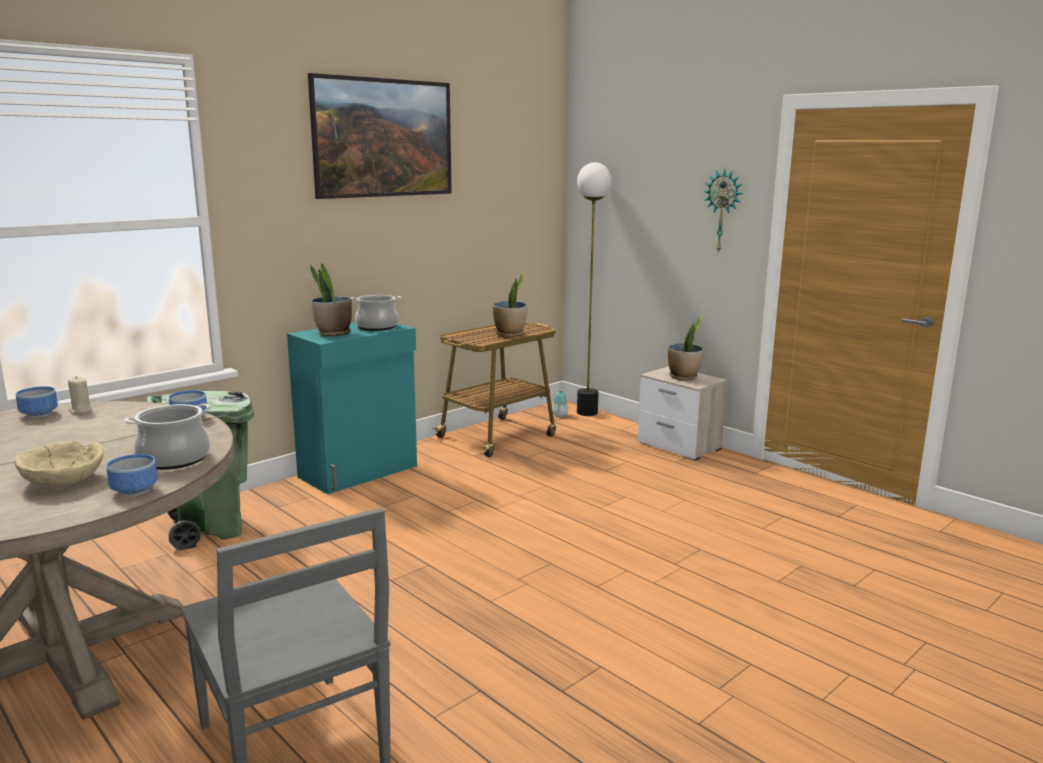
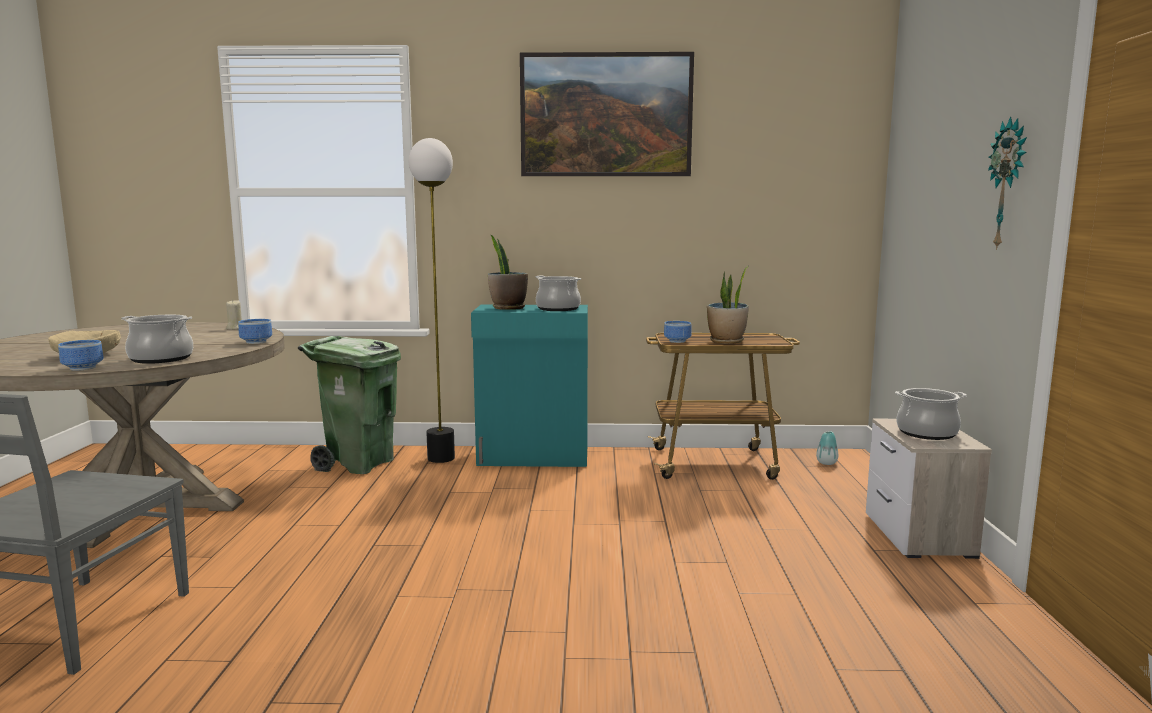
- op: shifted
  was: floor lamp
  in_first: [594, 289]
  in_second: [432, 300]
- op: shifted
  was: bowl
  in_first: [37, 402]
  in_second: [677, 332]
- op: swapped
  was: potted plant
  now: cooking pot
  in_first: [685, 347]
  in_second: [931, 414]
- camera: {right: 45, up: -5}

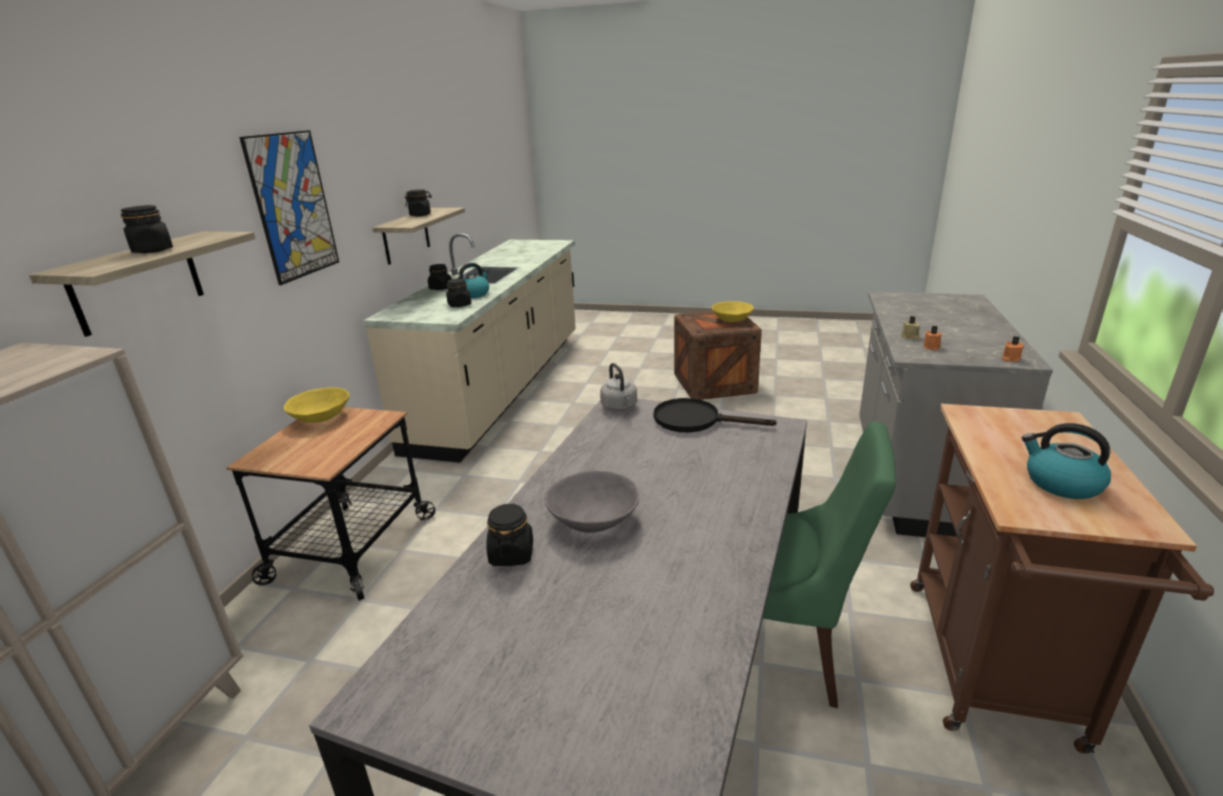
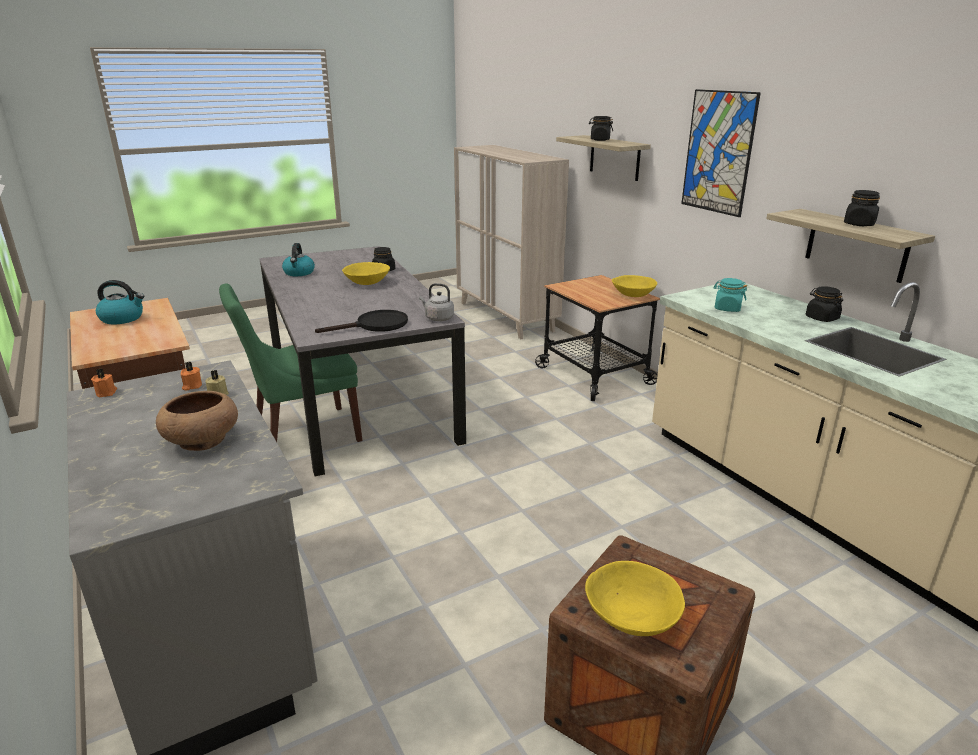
- op: new
  now: bowl/brown
  in_second: [197, 421]
- op: shifted
  was: kettle
  in_first: [473, 280]
  in_second: [298, 259]
- op: repainted
  was: bowl/grey
  now: bowl/yellow
  in_first: [592, 502]
  in_second: [366, 273]
- op: repainted
  was: jar/black
  now: jar/turquoise
  in_first: [458, 292]
  in_second: [730, 295]
- camera: {right: 135, up: 0}

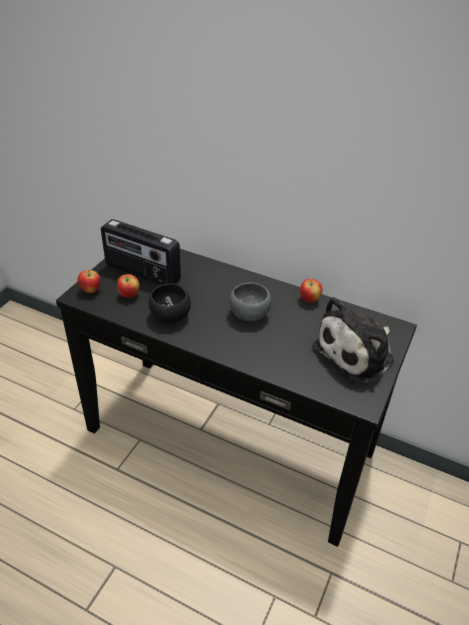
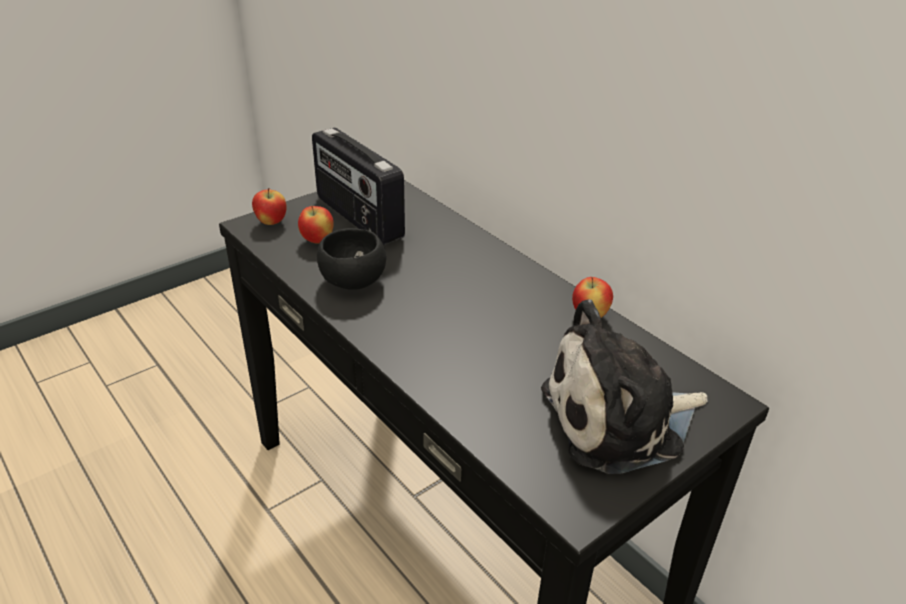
- op: gone
  was: bowl/grey
  in_first: [250, 301]
- camera: {right: 25, up: -5}

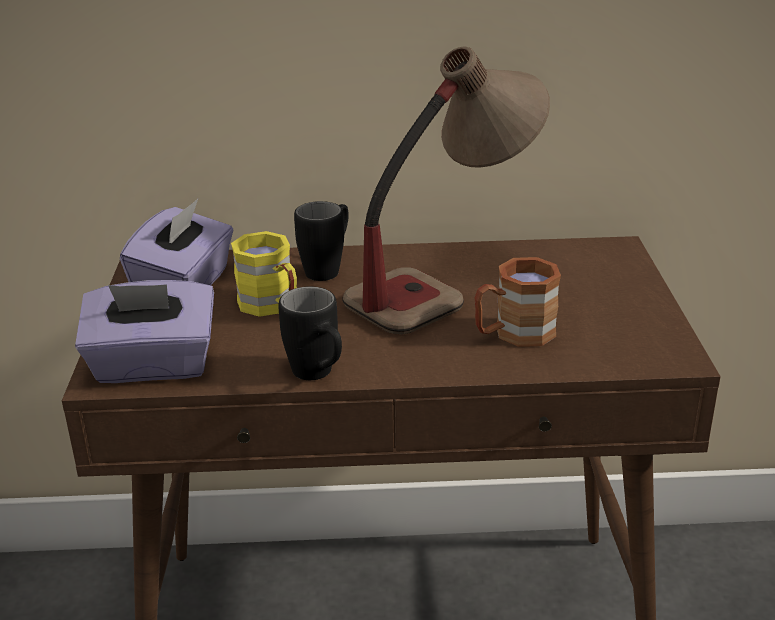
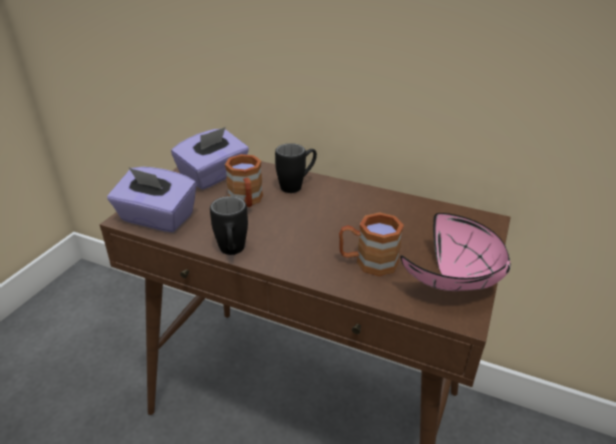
- op: repainted
  was: mug/yellow
  now: mug/brown
  in_first: [264, 274]
  in_second: [244, 180]
- op: new
  now: bowl/pink
  in_second: [455, 252]
- op: gone
  was: table lamp
  in_first: [446, 191]
- camera: {right: 25, up: 5}

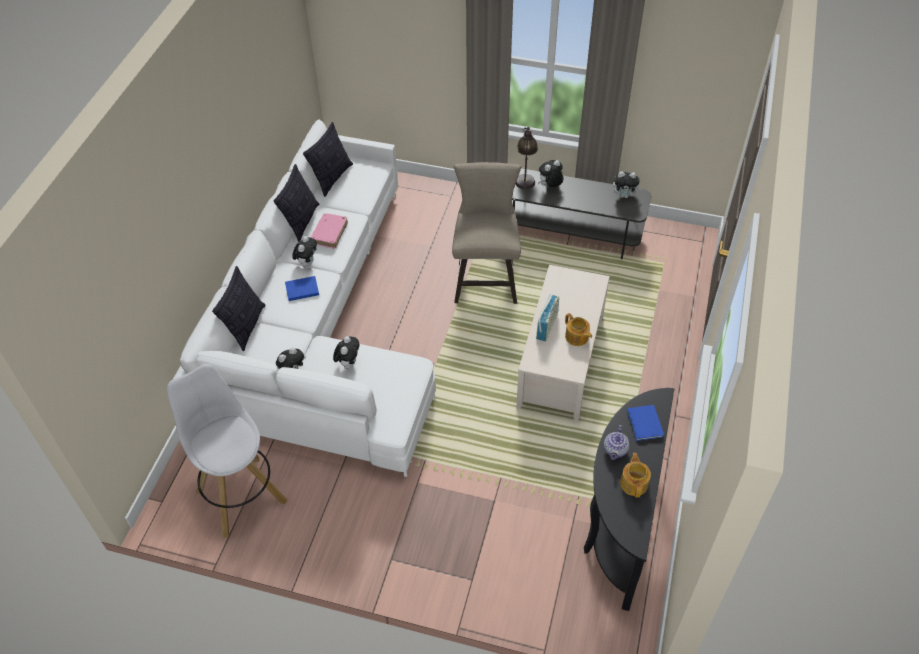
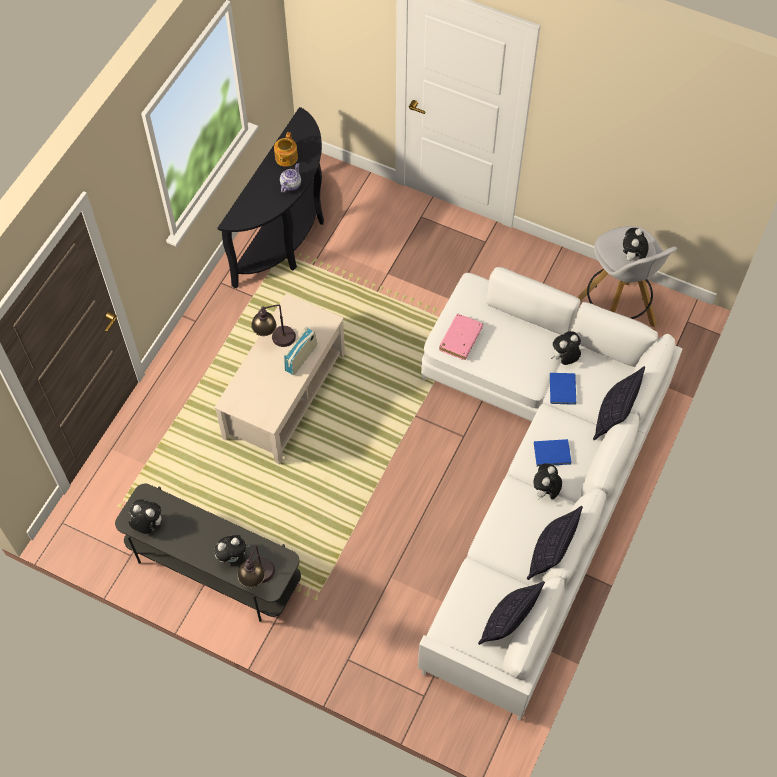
- op: swapped
  was: teapot
  now: table lamp
  in_first: [578, 329]
  in_second: [273, 325]
- op: shifted
  was: book/pink
  in_first: [329, 231]
  in_second: [461, 337]
- op: shifted
  was: book/blue
  in_first: [645, 423]
  in_second: [563, 389]
- op: shifted
  was: plush toy
  in_first: [346, 353]
  in_second: [636, 244]
- op: gone
  was: stool/beige
  in_first: [486, 233]
- camera: {right: -170, up: 10}

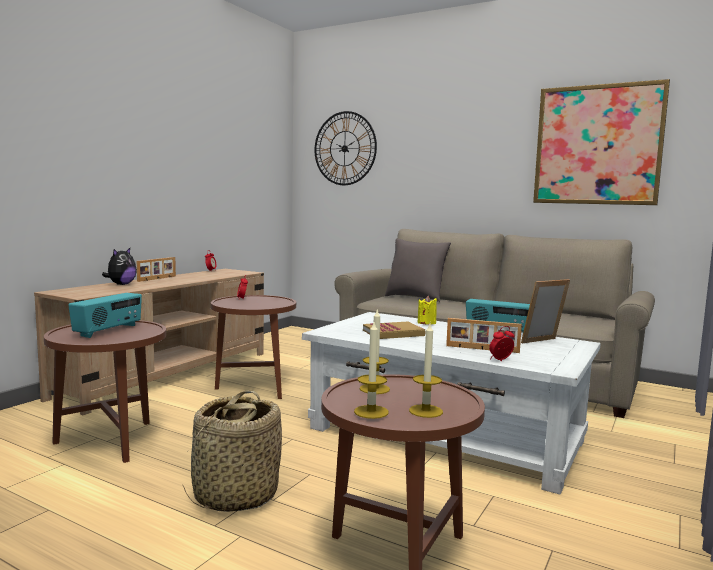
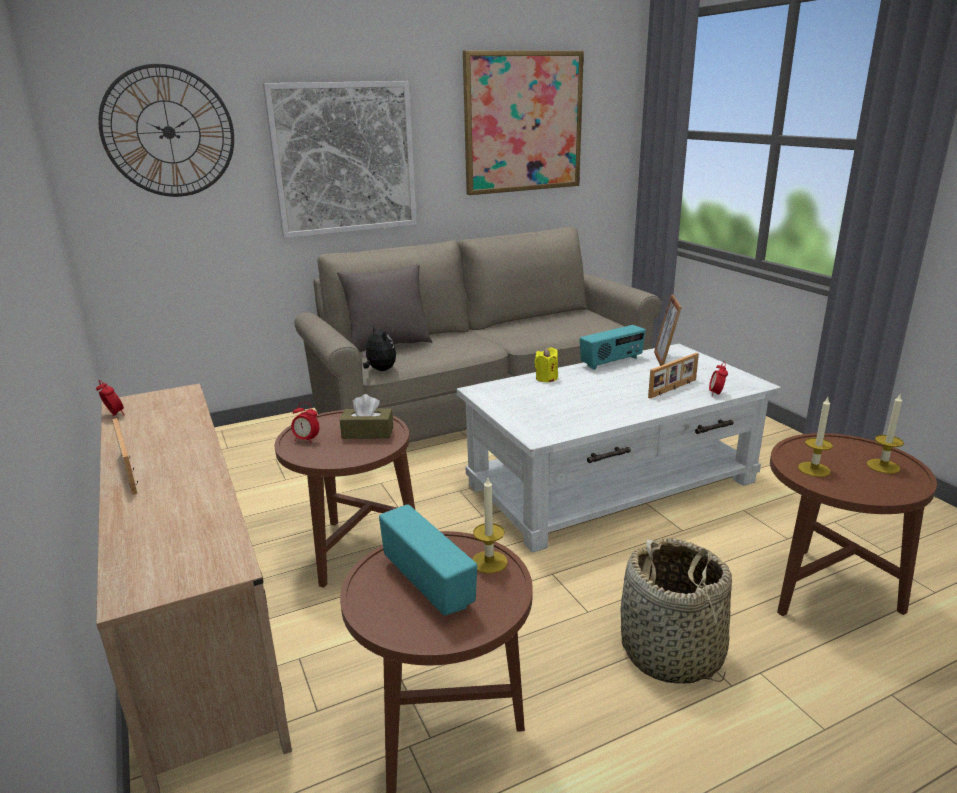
- op: new
  now: picture
  in_second: [340, 159]
- op: new
  now: tissue box/brown
  in_second: [366, 416]
- op: shifted
  was: plush toy
  in_first: [119, 266]
  in_second: [379, 348]
- op: shifted
  was: candle
  in_first: [371, 370]
  in_second: [490, 526]
- op: gone
  was: book
  in_first: [394, 330]
- camera: {right: -55, up: 15}

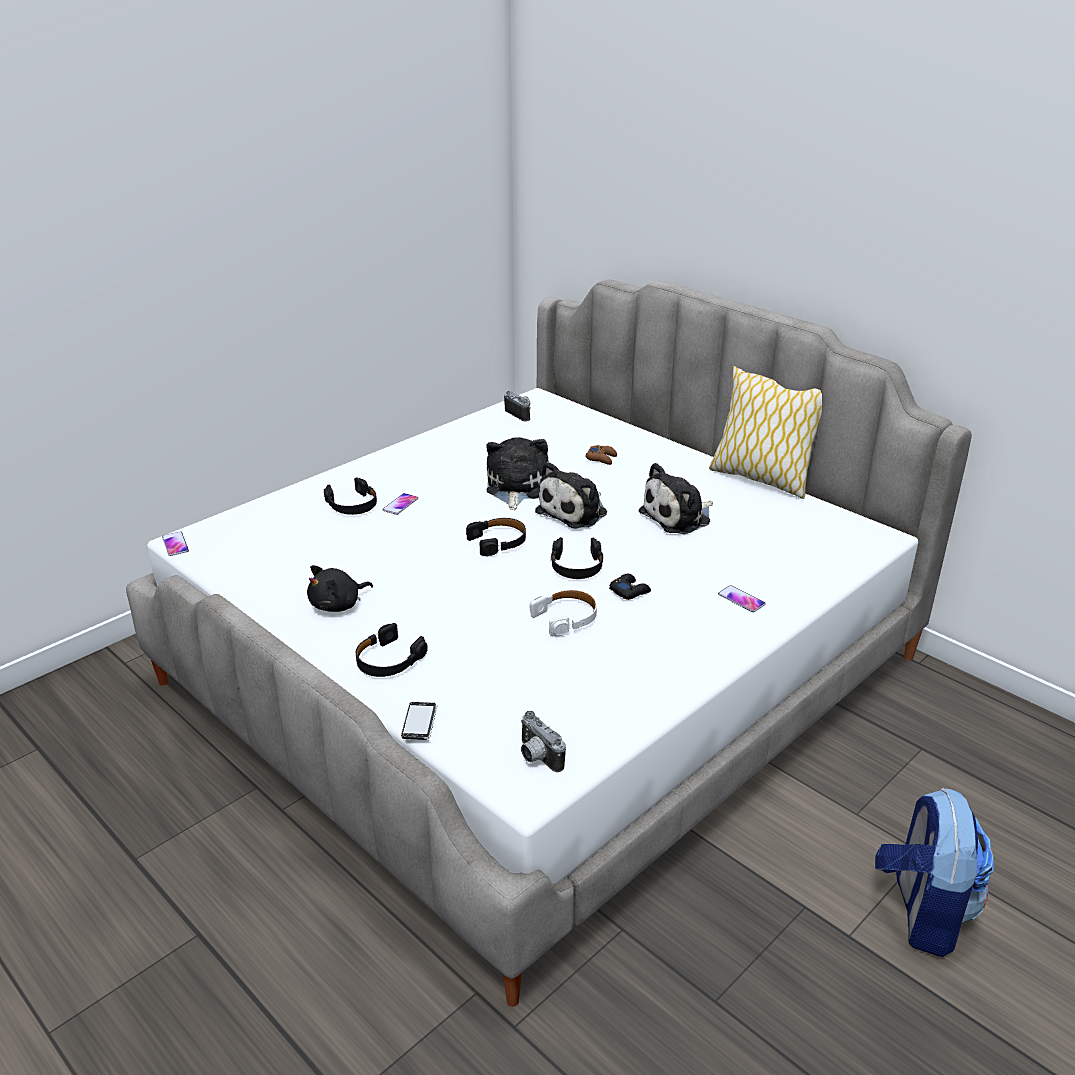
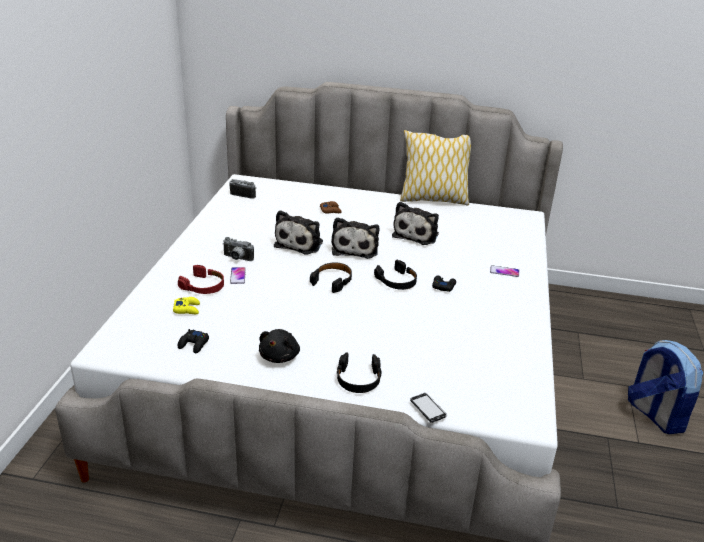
- op: new
  now: game controller/yellow
  in_second: [186, 305]
- op: repainted
  was: headphones/black
  now: headphones/red
  in_first: [350, 496]
  in_second: [201, 279]
- op: new
  now: game controller/black
  in_second: [193, 341]
- op: shifted
  was: photo camera
  in_first: [543, 741]
  in_second: [238, 249]
- op: rotated
  was: plush toy
  in_first: [517, 473]
  in_second: [298, 232]
  clockwise: -135
- op: gone
  was: phone
  in_first: [175, 544]
- op: gone
  was: headphones/white
  in_first: [563, 613]
- camera: {right: -35, up: 0}

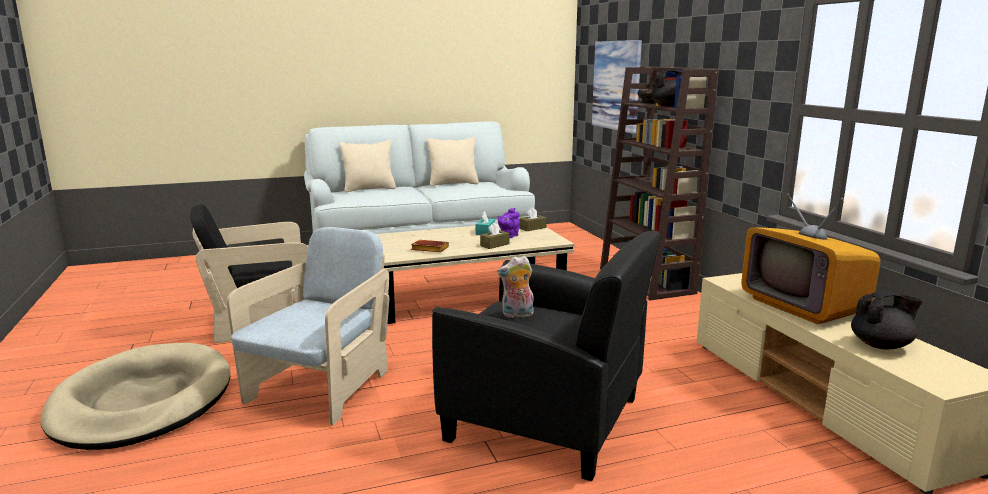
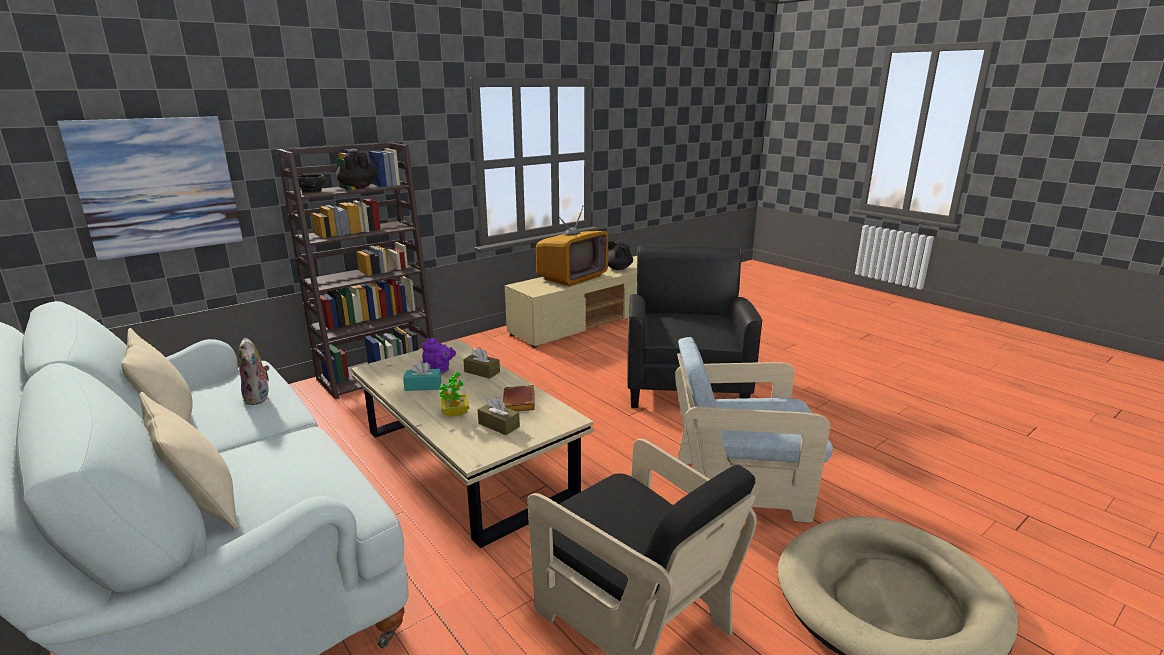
- op: shifted
  was: plush toy
  in_first: [515, 287]
  in_second: [254, 371]
- op: new
  now: potted plant
  in_second: [454, 394]
- op: shifted
  was: tissue box/brown
  in_first: [533, 219]
  in_second: [499, 416]
- camera: {right: -110, up: 5}

